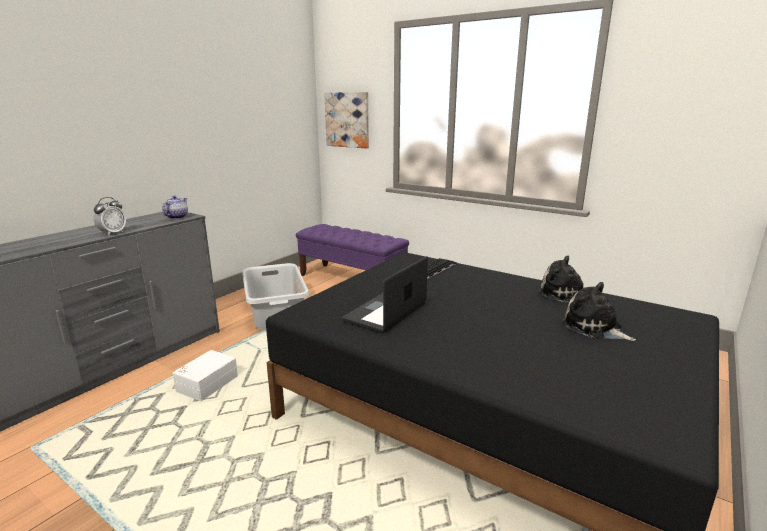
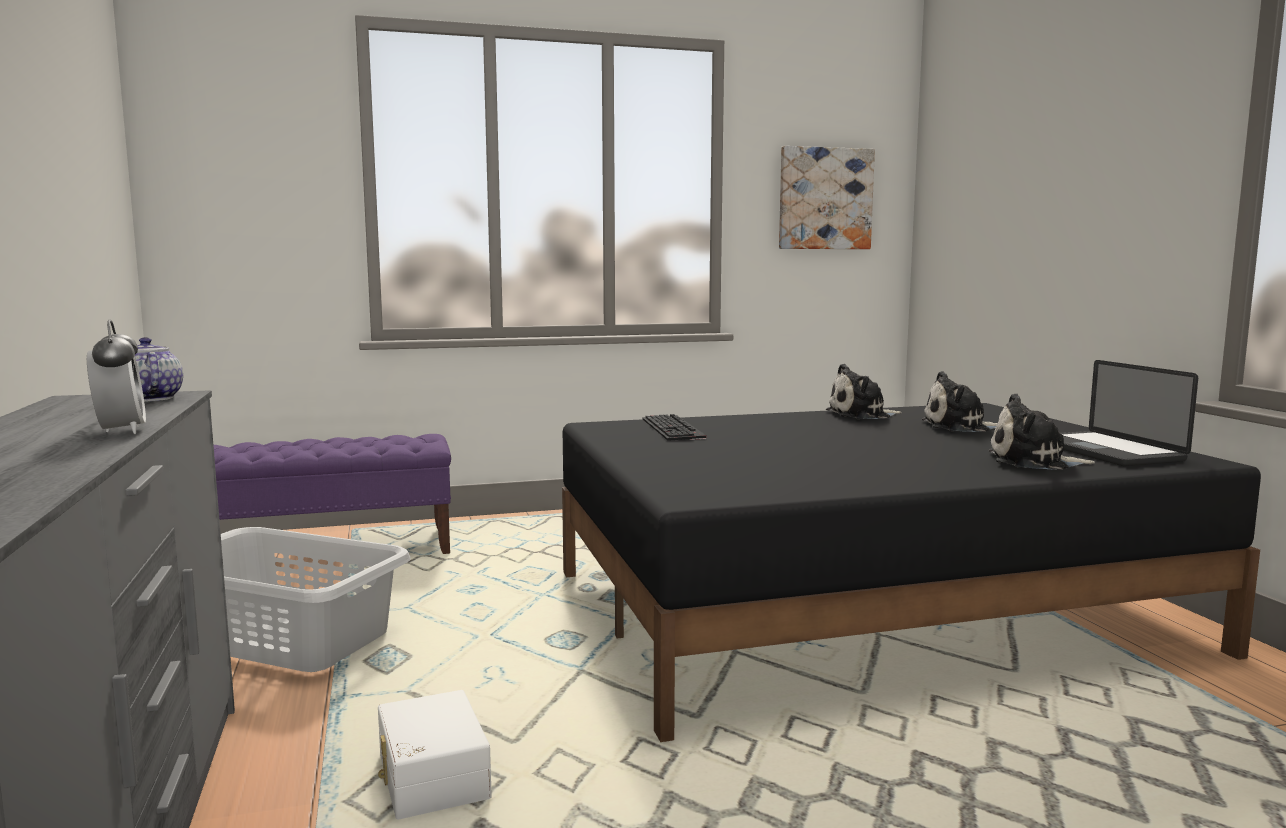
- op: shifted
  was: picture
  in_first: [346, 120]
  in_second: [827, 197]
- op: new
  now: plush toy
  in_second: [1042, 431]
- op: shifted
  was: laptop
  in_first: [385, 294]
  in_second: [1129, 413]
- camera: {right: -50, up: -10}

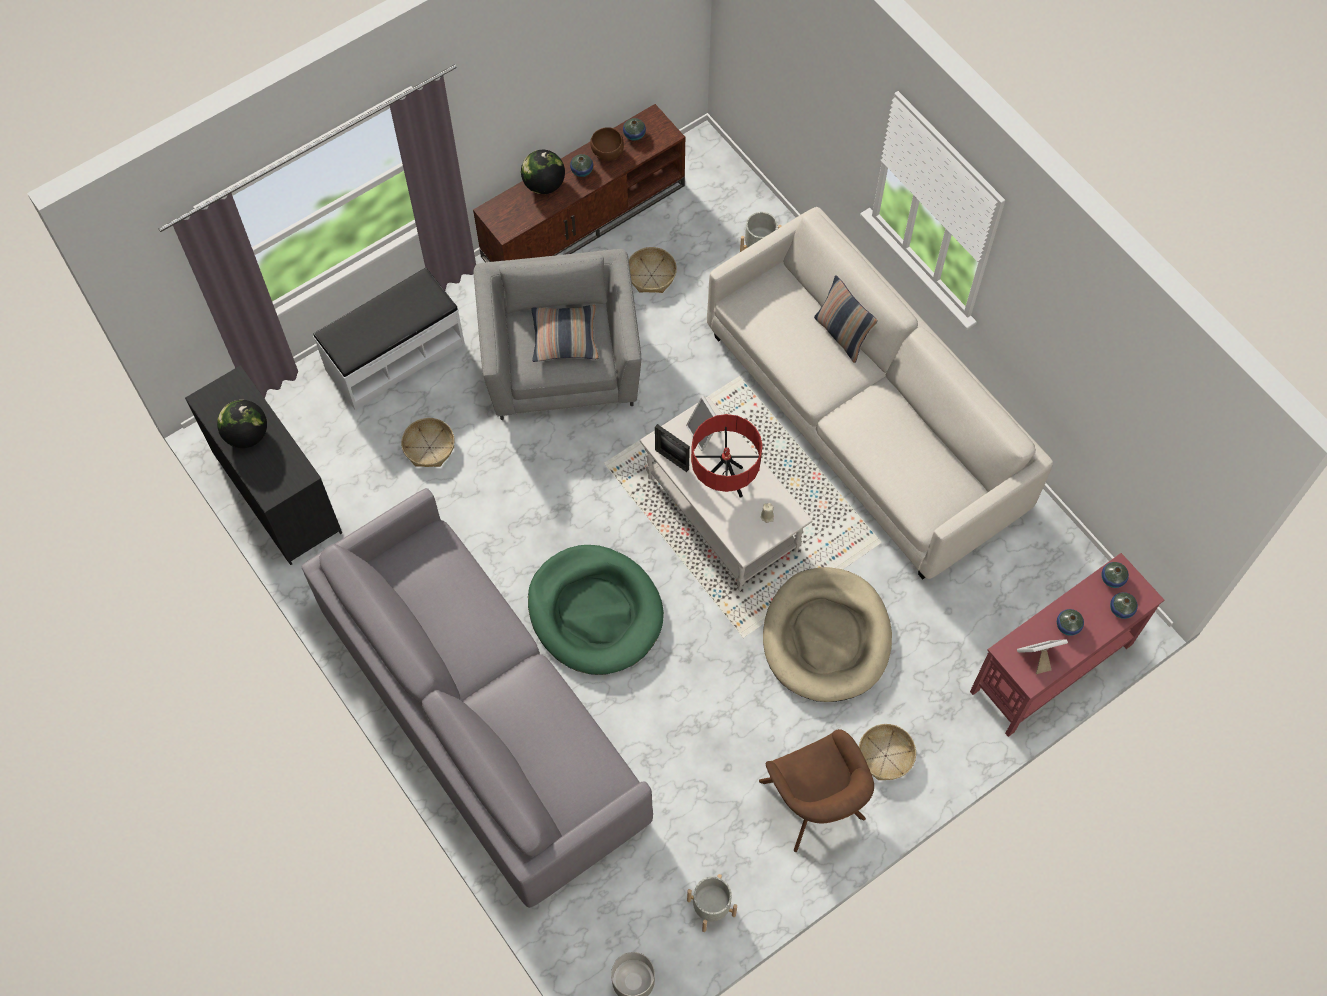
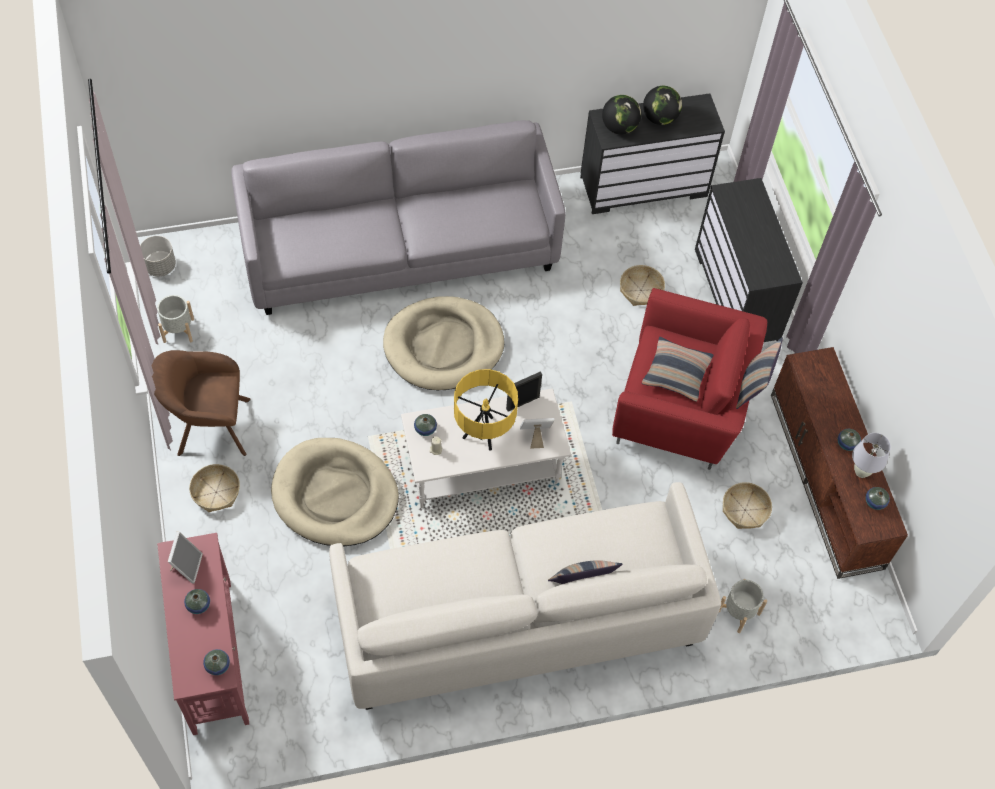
- op: repainted
  was: dog bed/green
  now: dog bed/beige
  in_first: [596, 610]
  in_second: [444, 343]
- op: shifted
  was: vase
  in_first: [1124, 605]
  in_second: [425, 425]
- op: repainted
  was: table lamp/red
  now: table lamp/yellow
  in_first: [727, 456]
  in_second: [486, 410]
- op: shifted
  was: globe
  in_first: [543, 172]
  in_second: [621, 114]
- op: repainted
  was: armchair/grey
  now: armchair/red
  in_first: [557, 334]
  in_second: [689, 379]
- op: swapped
  was: bench/white
  now: dresser/black
  in_first: [389, 339]
  in_second: [749, 260]
- op: new
  now: pillow
  in_second: [759, 373]
- op: swapped
  was: bowl/brown
  now: table lamp/white
  in_first: [607, 144]
  in_second: [871, 455]
- camera: {right: 110, up: -5}

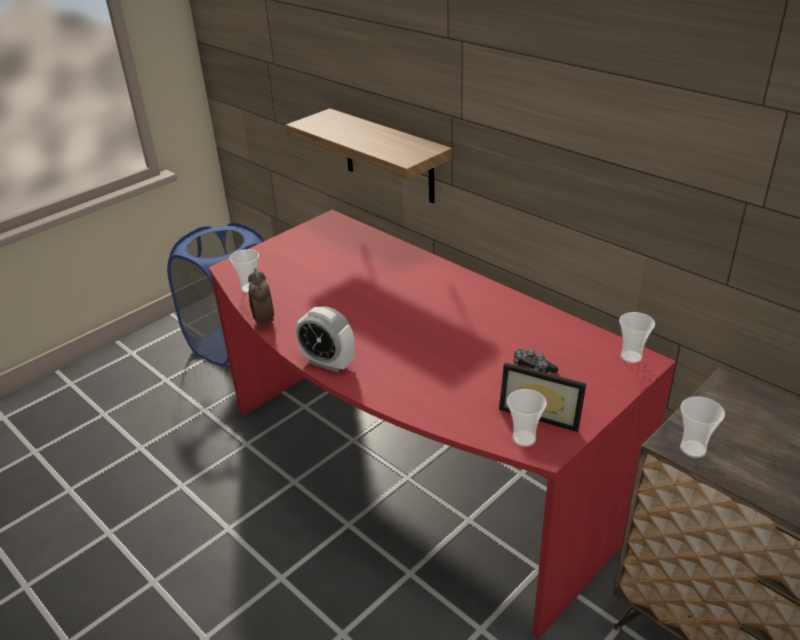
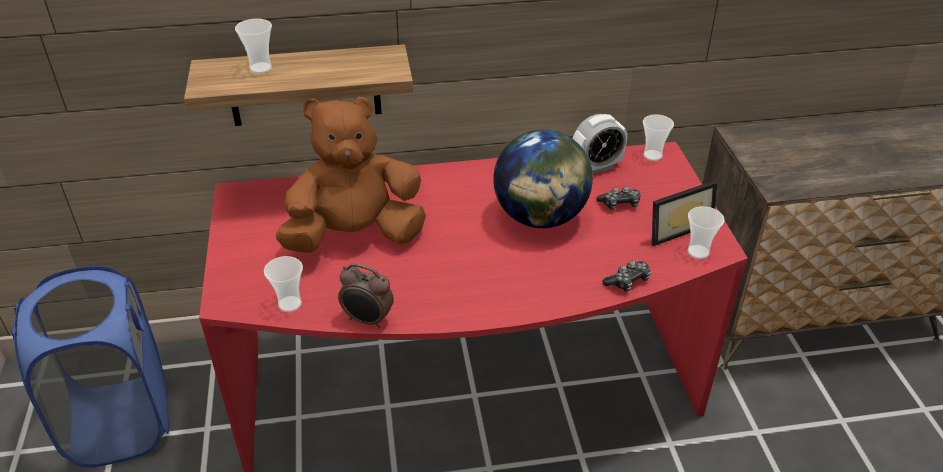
- op: shifted
  was: cup
  in_first: [702, 427]
  in_second: [253, 46]
- op: new
  now: plush toy/brown
  in_second: [350, 174]
- op: new
  now: globe
  in_second: [543, 178]
- op: shifted
  was: alarm clock
  in_first: [325, 339]
  in_second: [600, 144]
- op: new
  now: game controller
  in_second: [626, 276]
- camera: {right: -55, up: 5}

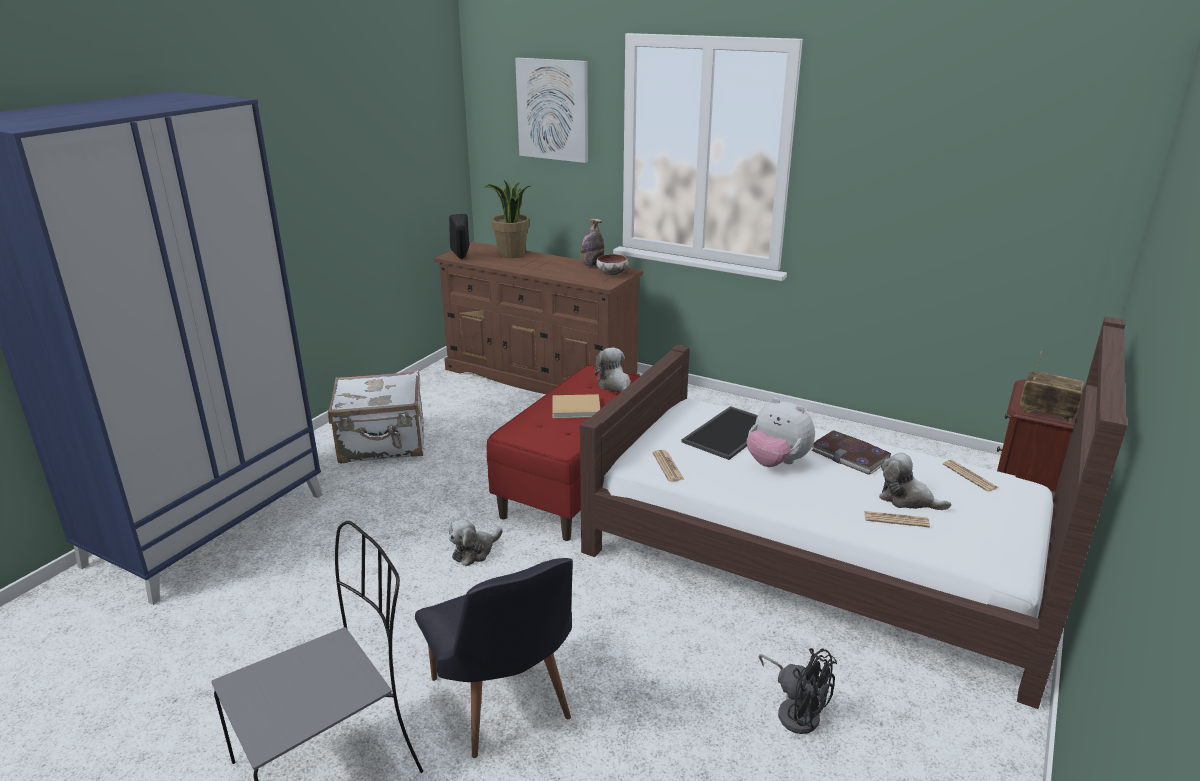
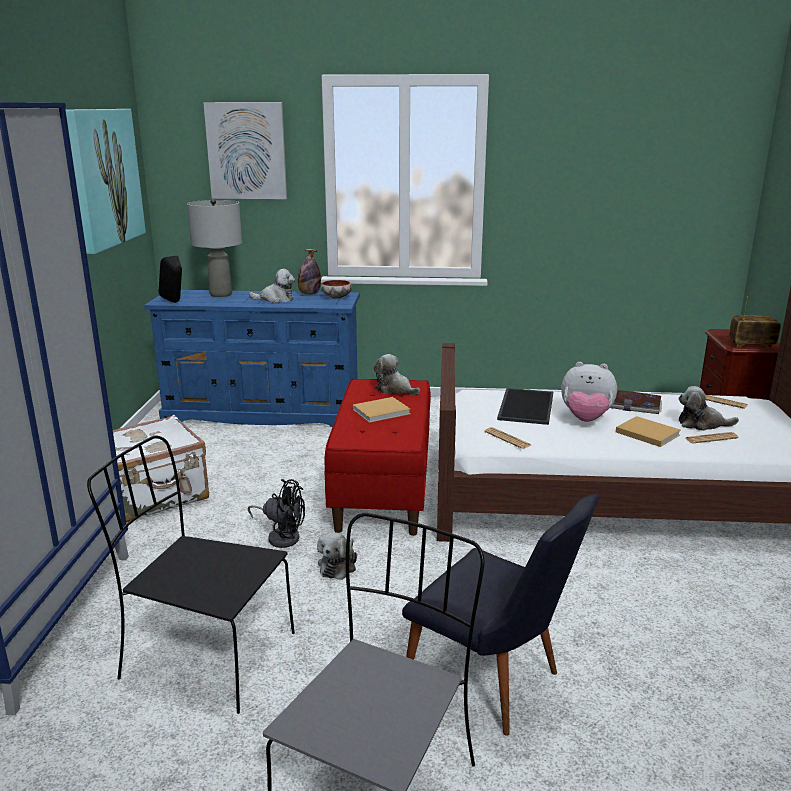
- op: new
  now: picture
  in_second: [105, 181]
- op: new
  now: chair/black
  in_second: [191, 575]
- op: repainted
  was: dresser/brown
  now: dresser/blue
  in_first: [538, 318]
  in_second: [252, 358]
- op: swapped
  was: potted plant
  now: table lamp/grey
  in_first: [508, 219]
  in_second: [214, 248]
- op: shifted
  was: fan/black
  in_first: [798, 691]
  in_second: [276, 513]
- op: new
  now: plush toy
  in_second: [272, 286]
- op: new
  now: book/beige
  in_second: [648, 431]
- camera: {right: -25, up: -5}

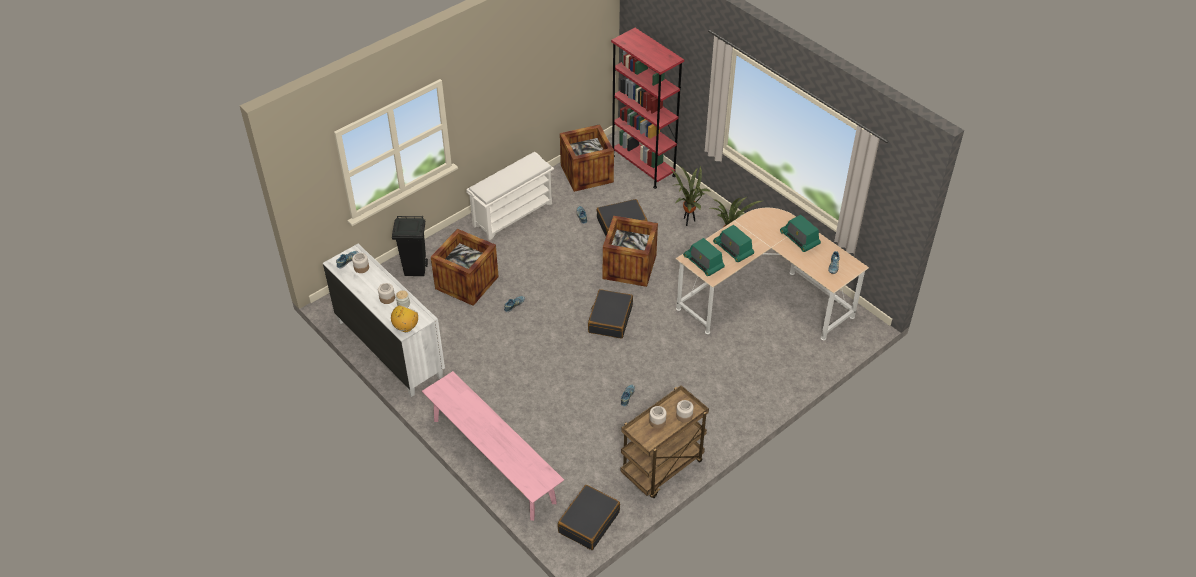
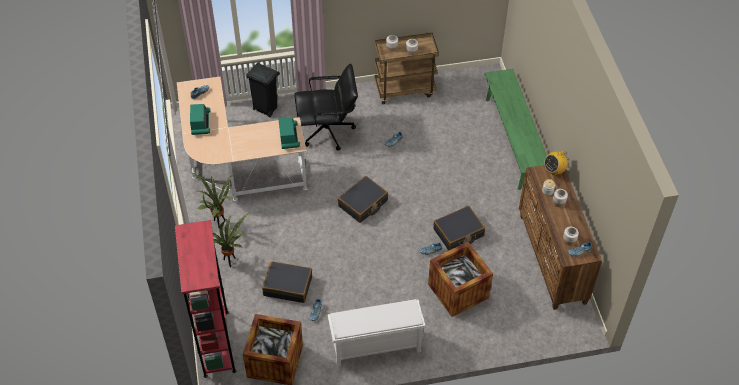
- op: shifted
  was: trash can/black
  in_first: [410, 246]
  in_second: [263, 90]
- op: new
  now: office chair/black
  in_second: [326, 106]
- op: shifted
  was: suitcase/black
  in_first: [589, 517]
  in_second: [459, 228]
- op: repainted
  was: bench/pink
  now: bench/green
  in_first: [493, 446]
  in_second: [516, 129]
- op: repainted
  was: dresser/white
  now: dresser/brown
  in_first: [384, 320]
  in_second: [560, 237]
- op: gone
  was: crate
  in_first: [630, 251]
- op: gone
  was: radio
  in_first: [733, 243]
- camera: {right: -150, up: 5}

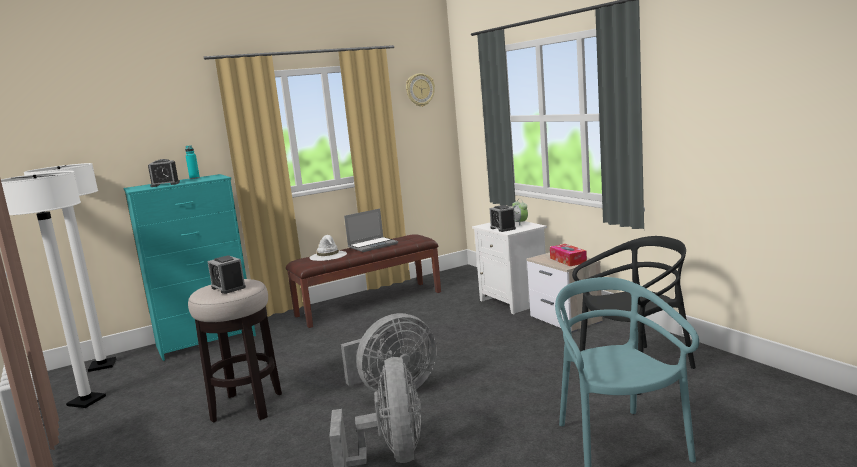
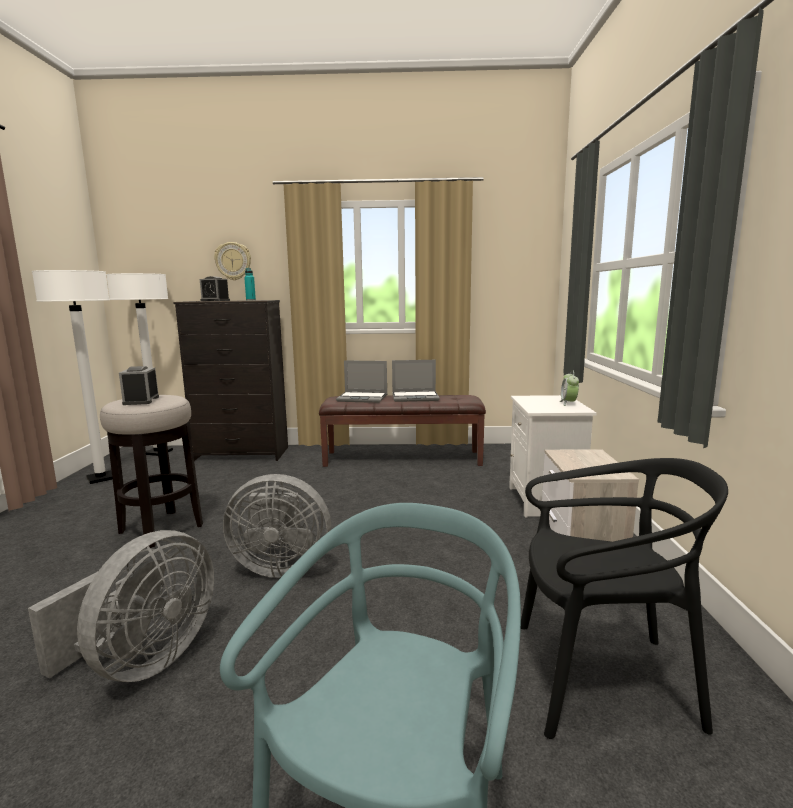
- op: repainted
  was: dresser/turquoise
  now: dresser/black
  in_first: [189, 267]
  in_second: [230, 380]
- op: shifted
  was: wall clock
  in_first: [420, 90]
  in_second: [232, 261]
- op: swapped
  was: hat/white
  now: laptop
  in_first: [328, 248]
  in_second: [361, 381]
- op: gone
  was: alarm clock
  in_first: [502, 218]
- op: gone
  was: tissue box
  in_first: [568, 255]
- camera: {right: 30, up: 0}

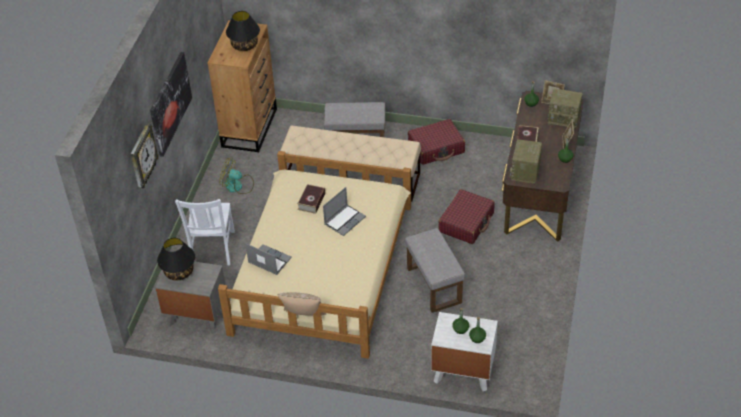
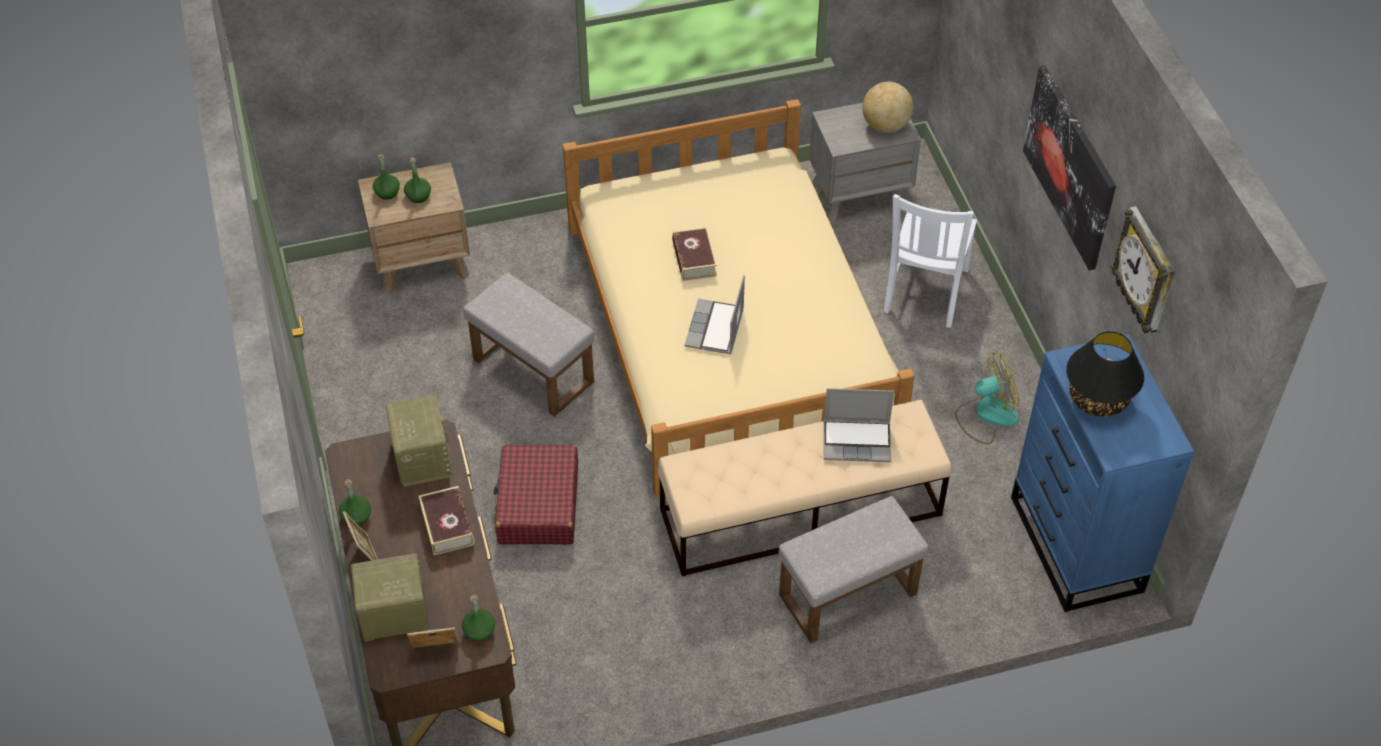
- op: repainted
  was: nightstand/white
  now: nightstand/brown
  in_first: [464, 351]
  in_second: [414, 228]
- op: shifted
  was: book
  in_first: [311, 199]
  in_second: [694, 254]
- op: shifted
  was: laptop
  in_first: [268, 259]
  in_second: [859, 425]
- op: swapped
  was: table lamp/black
  now: globe
  in_first: [176, 259]
  in_second: [887, 107]
- op: rotated
  was: chair/white
  in_first: [205, 232]
  in_second: [930, 261]
  clockwise: -135
- op: repainted
  was: dresser/brown
  now: dresser/blue
  in_first: [242, 86]
  in_second: [1102, 473]
- op: shifted
  was: wall clock
  in_first: [144, 155]
  in_second: [1143, 269]
- op: gone
  was: pillow
  in_first: [302, 304]
- op: gone
  was: suitcase/red
  in_first: [436, 142]
- camera: {right: 150, up: 5}

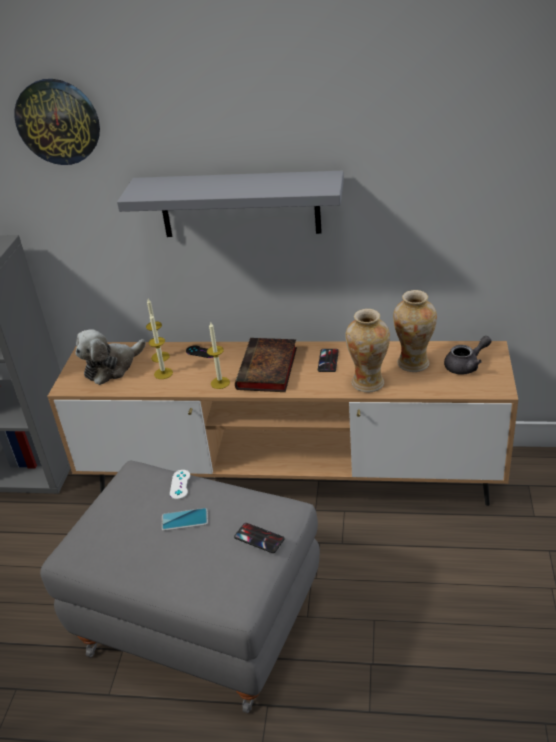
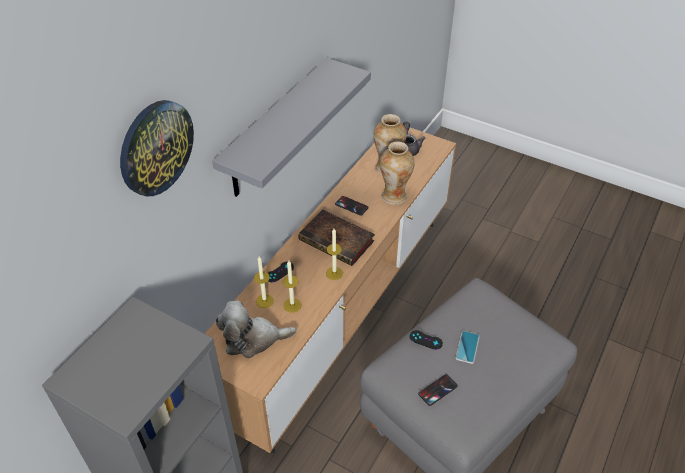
- op: rotated
  was: plush toy
  in_first: [110, 357]
  in_second: [256, 329]
  clockwise: 105
- op: repainted
  was: game controller/white
  now: game controller/black
  in_first: [180, 484]
  in_second: [426, 340]
- op: shifted
  was: phone
  in_first: [259, 538]
  in_second: [438, 390]
- camera: {right: -70, up: 10}

